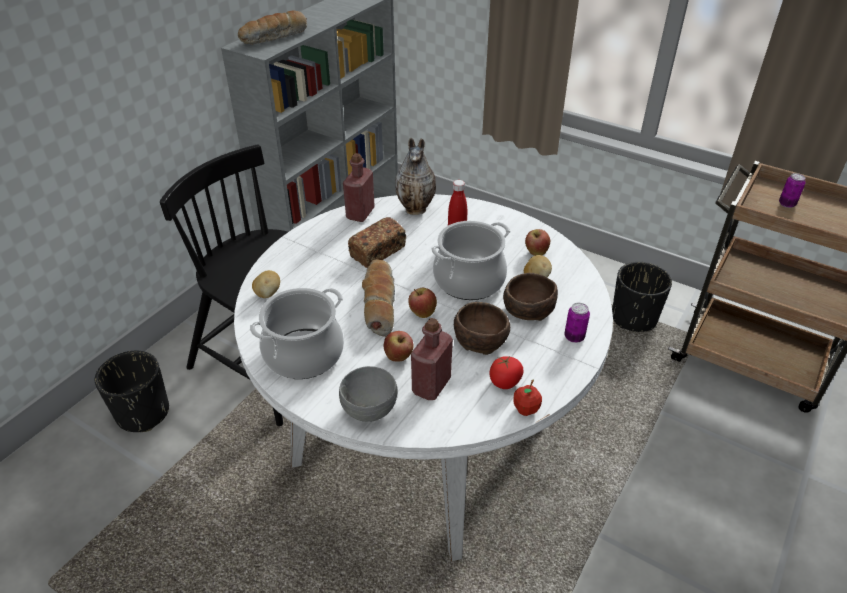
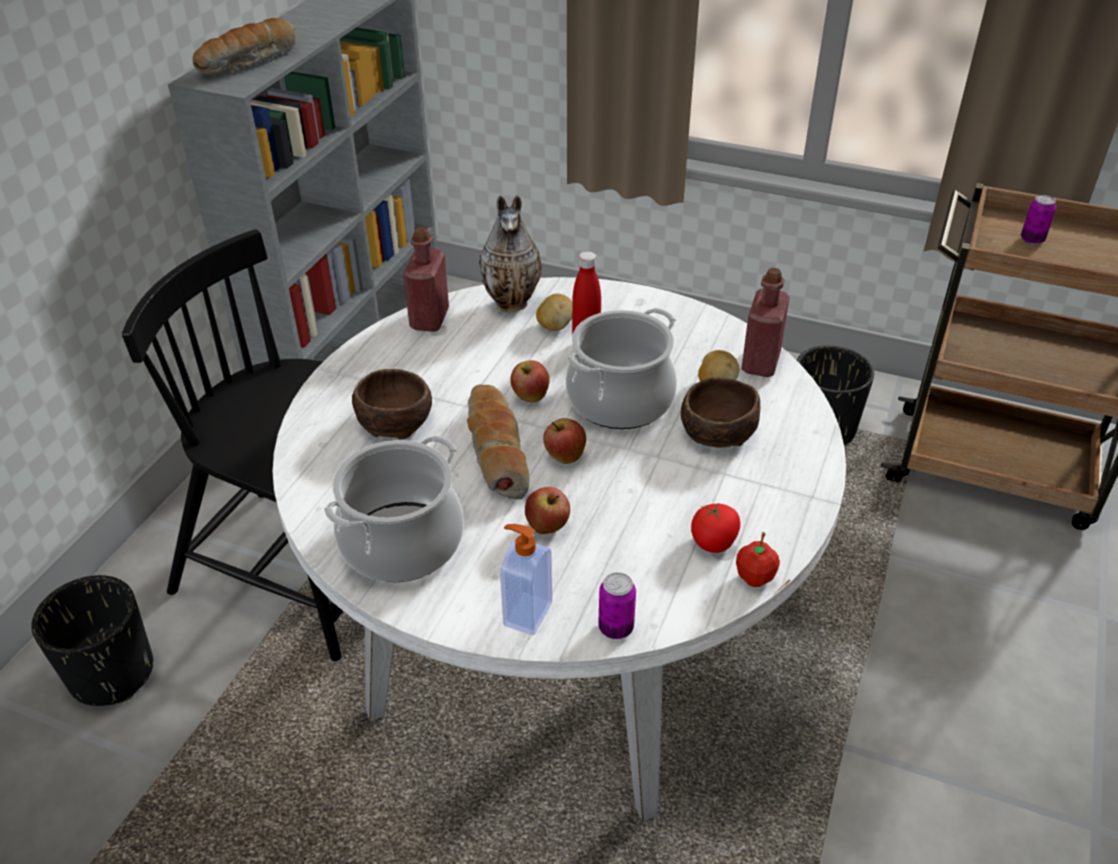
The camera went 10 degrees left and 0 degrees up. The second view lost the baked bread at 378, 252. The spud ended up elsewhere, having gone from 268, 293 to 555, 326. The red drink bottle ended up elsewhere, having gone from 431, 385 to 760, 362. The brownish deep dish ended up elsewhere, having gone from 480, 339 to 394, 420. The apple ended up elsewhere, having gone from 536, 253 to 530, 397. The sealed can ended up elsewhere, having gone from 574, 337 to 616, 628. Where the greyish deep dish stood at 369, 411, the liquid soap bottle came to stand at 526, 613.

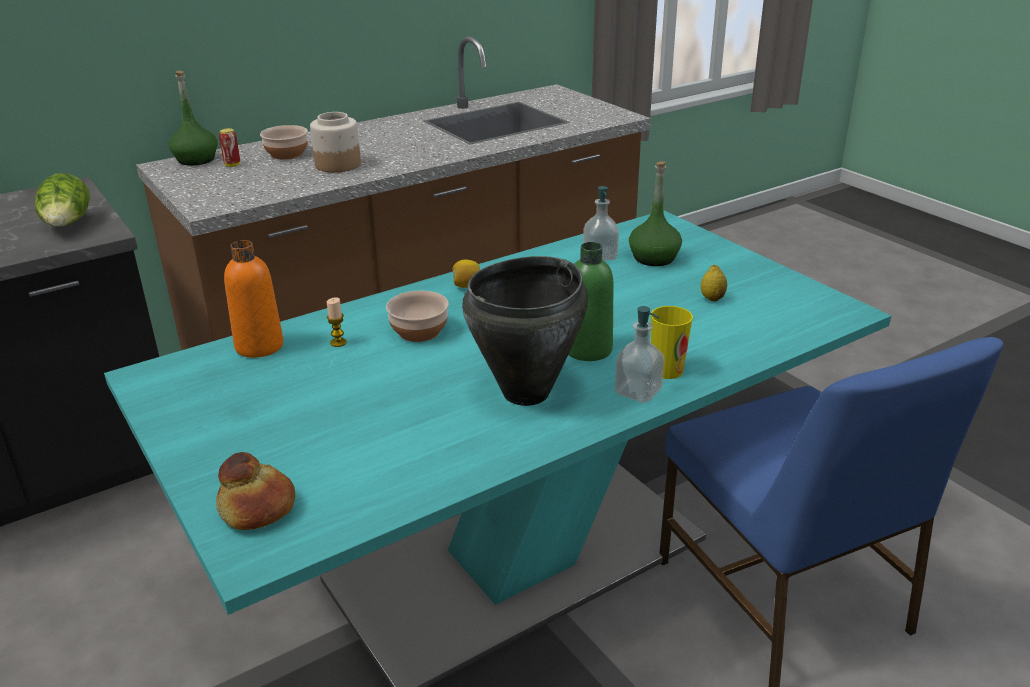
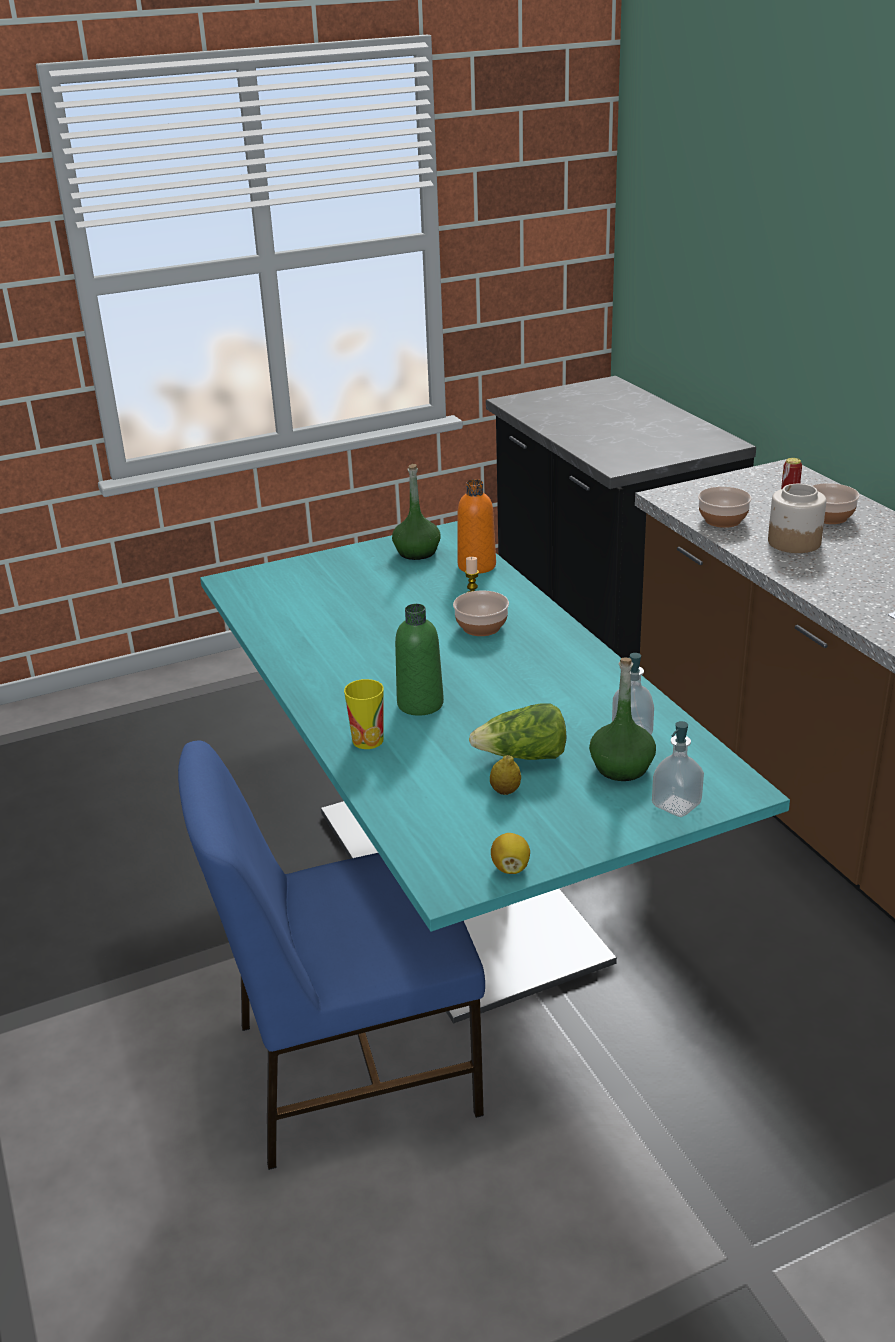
The camera went 100 degrees right and 0 degrees up. The second view lost the baked bread at 257, 509. The second view lost the blackish cooking pot at 527, 393. The second view gained the deep dish at 722, 520. The head of lettuce ended up elsewhere, having gone from 68, 225 to 523, 757. The green drink bottle ended up elsewhere, having gone from 196, 160 to 417, 552. The lemon ended up elsewhere, having gone from 467, 286 to 510, 867. The liquid soap bottle ended up elsewhere, having gone from 638, 392 to 676, 805.

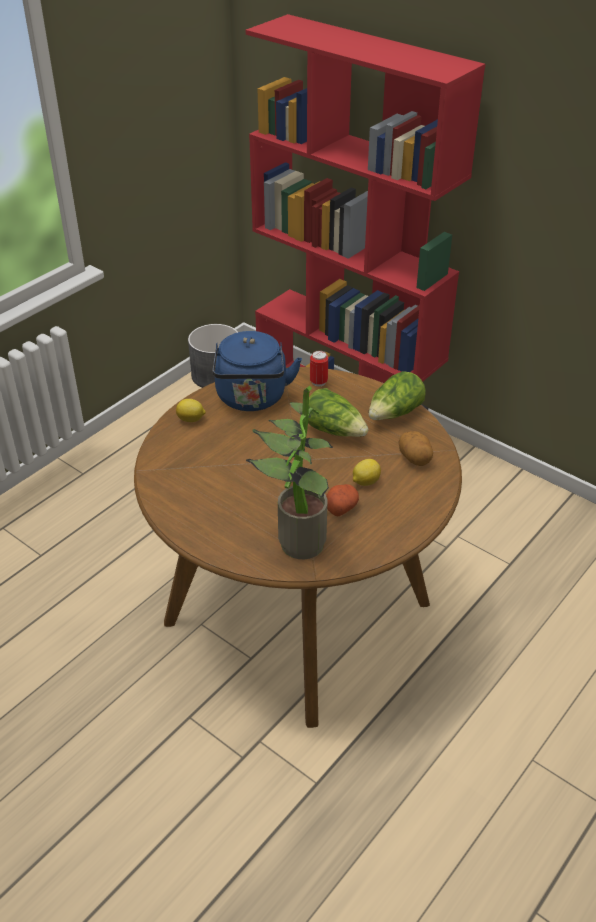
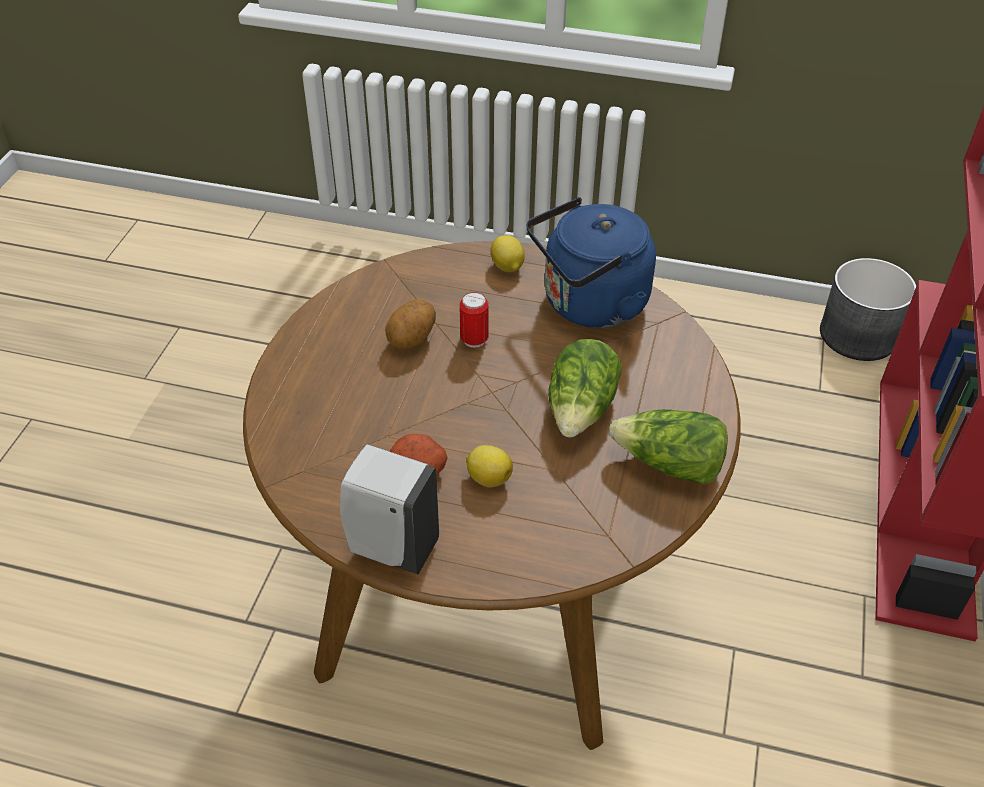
The camera went 65 degrees right and 5 degrees up. The second view lost the potted plant at 294, 542. The second view gained the white liquid soap bottle at 391, 546. The sealed can ended up elsewhere, having gone from 318, 382 to 474, 340. The spud ended up elsewhere, having gone from 415, 459 to 412, 340.

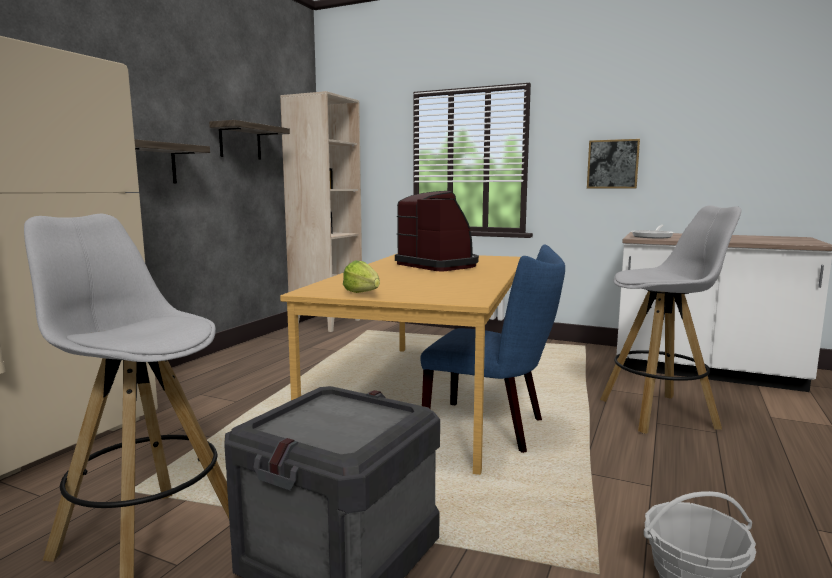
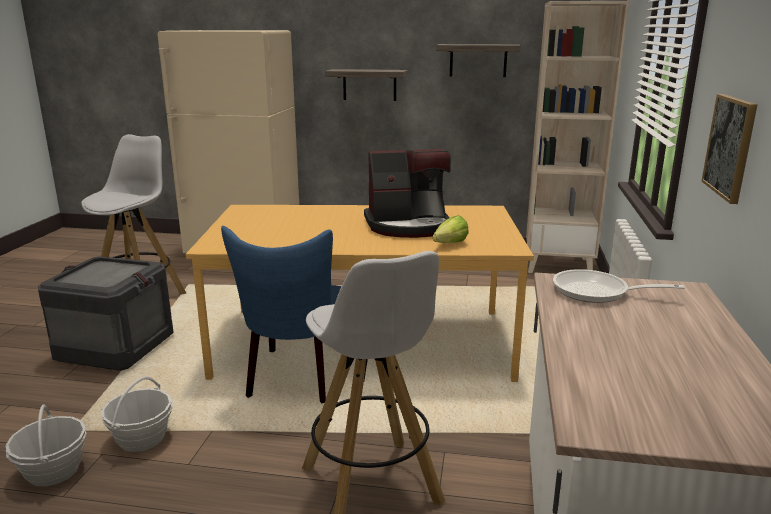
The camera went 75 degrees right and 10 degrees up. The second view gained the storage basket at 142, 438. The head of lettuce ended up elsewhere, having gone from 364, 294 to 447, 245. The coffee brewer at 439, 265 ended up facing another way, 45 degrees clockwise from before.

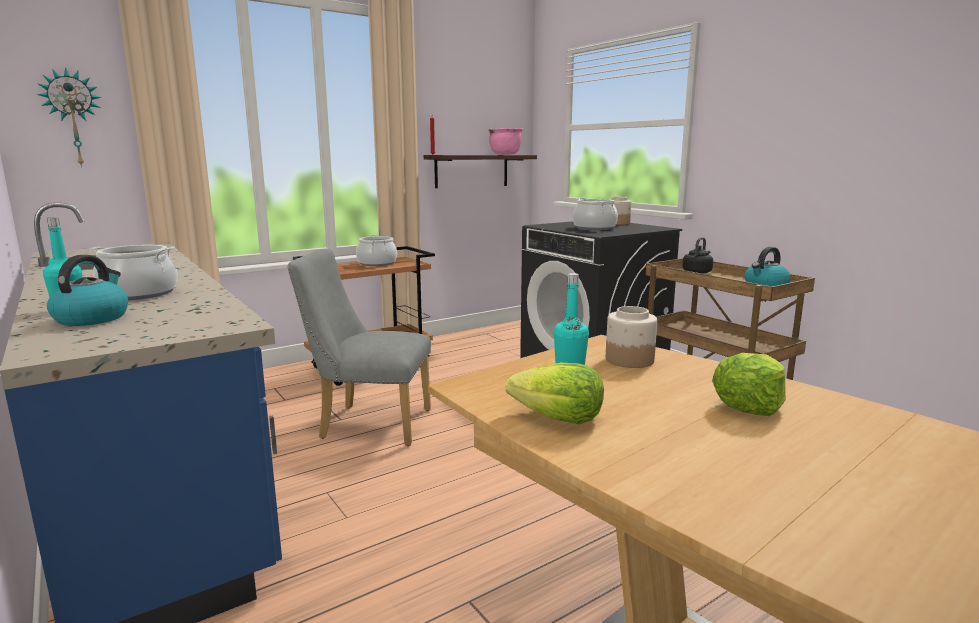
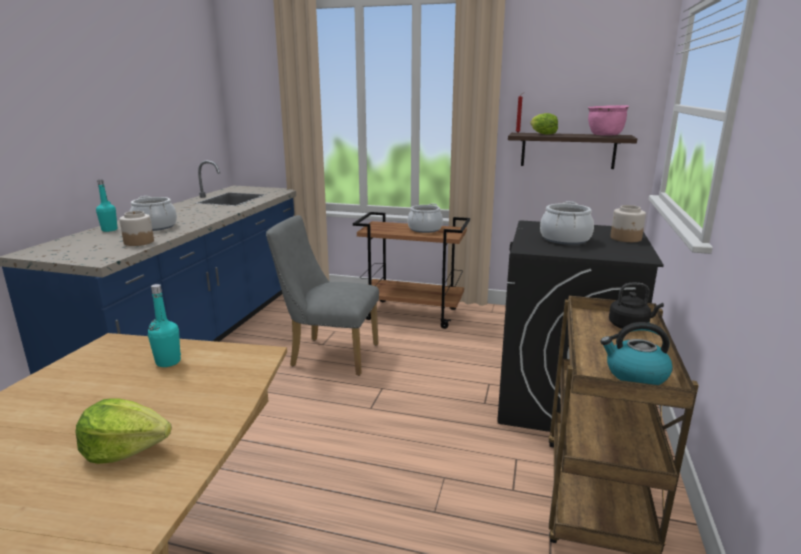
The camera went 50 degrees right and 5 degrees up. The second view lost the hanging clock at 73, 118. The second view lost the tea kettle at 92, 318. The head of lettuce ended up elsewhere, having gone from 558, 418 to 542, 134. The storage jar ended up elsewhere, having gone from 628, 360 to 139, 242. The greyish plain chair at 368, 424 ended up facing another way, 45 degrees counterclockwise from before.

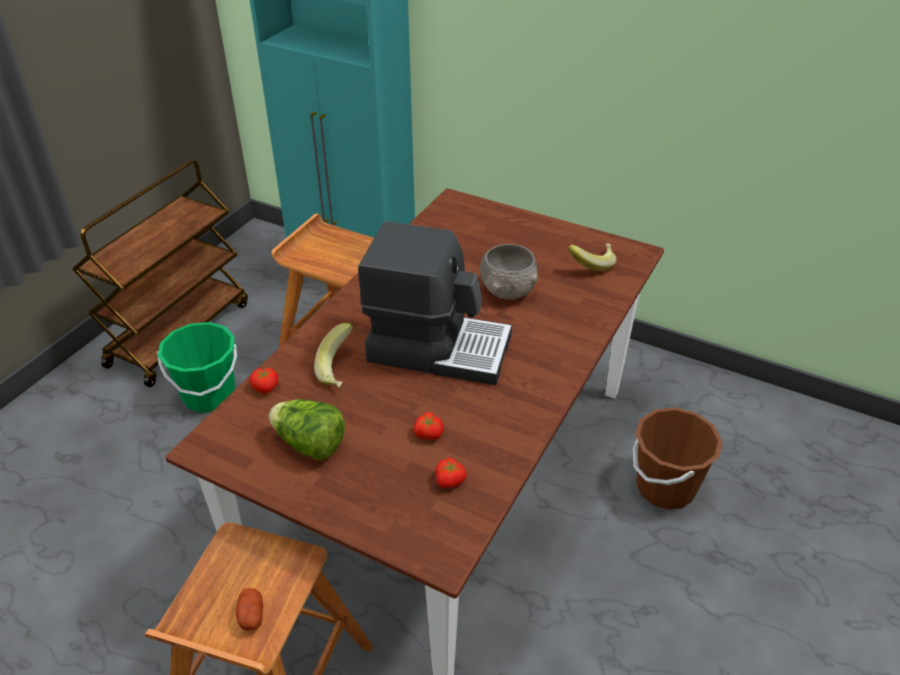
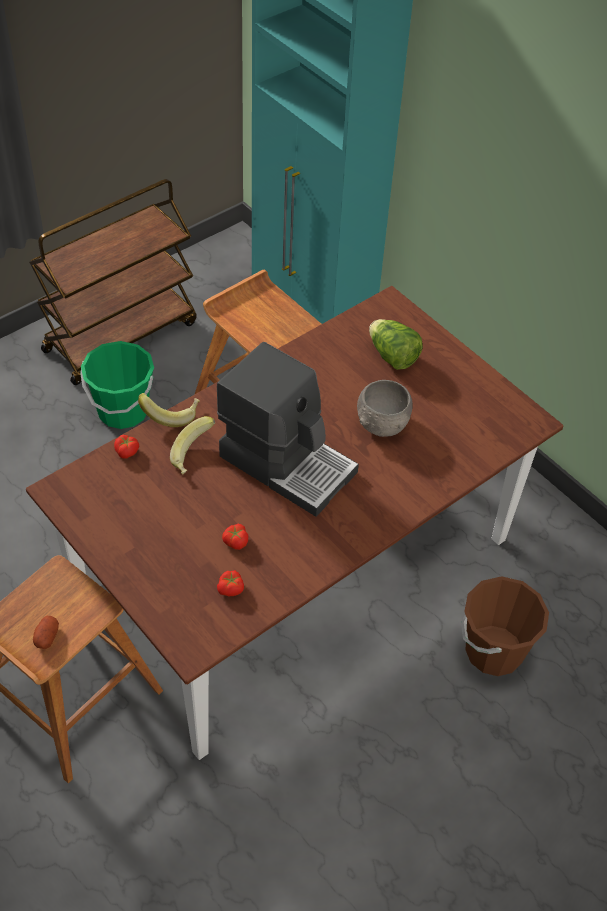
The camera went 20 degrees right and 10 degrees up. The head of lettuce ended up elsewhere, having gone from 309, 444 to 392, 356. The whole banana ended up elsewhere, having gone from 591, 264 to 171, 414.

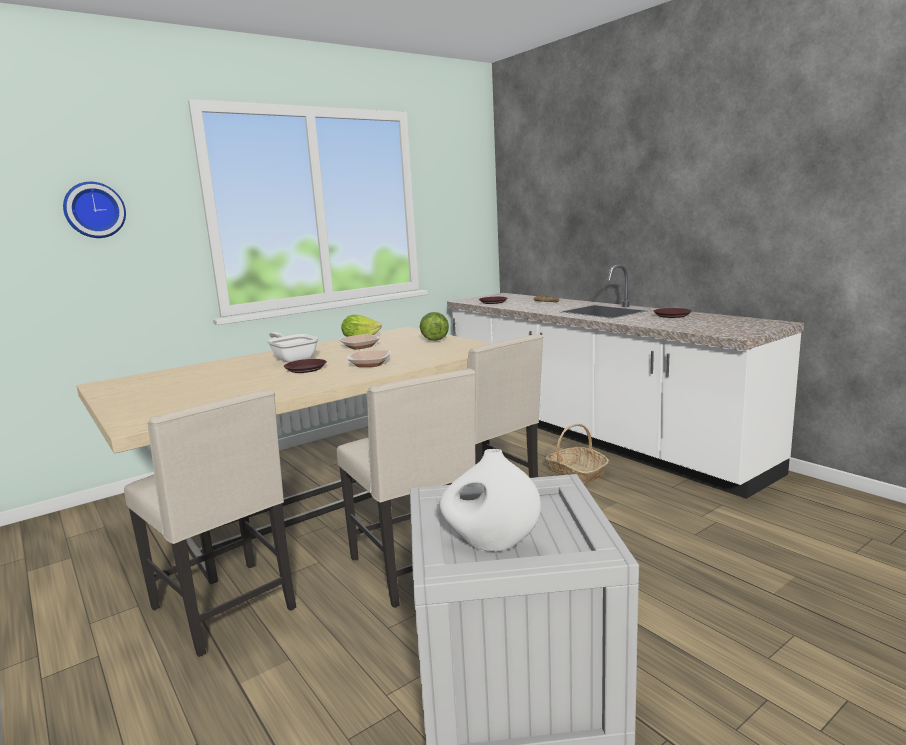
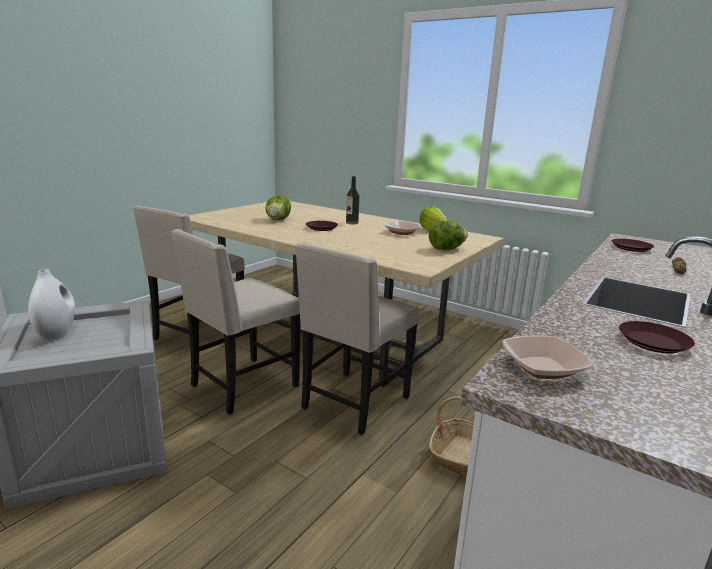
The camera went 70 degrees right and 5 degrees up. The second view lost the hanging clock at 94, 210. The second view gained the head of lettuce at 278, 220. The deep dish ended up elsewhere, having gone from 370, 364 to 542, 368. Where the pan stood at 293, 359, the drink bottle came to stand at 352, 223.

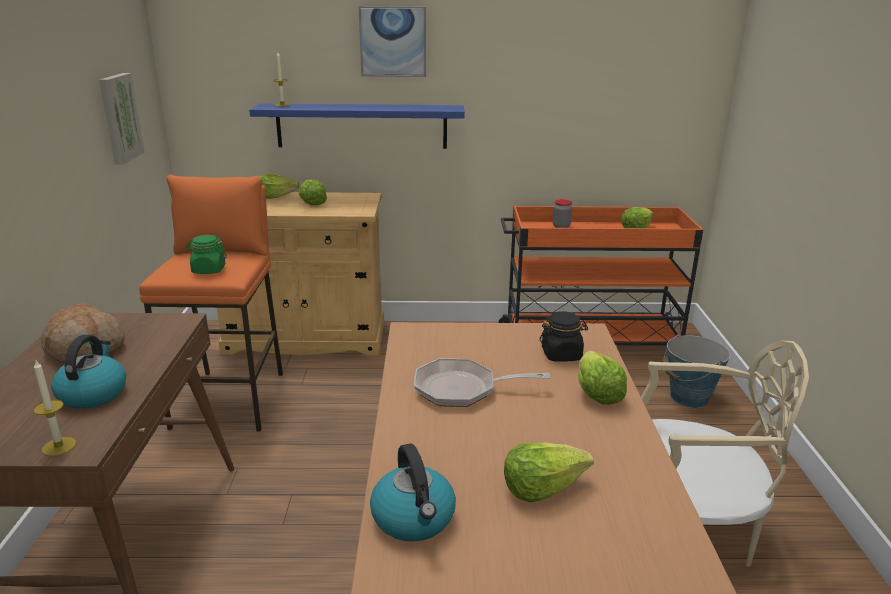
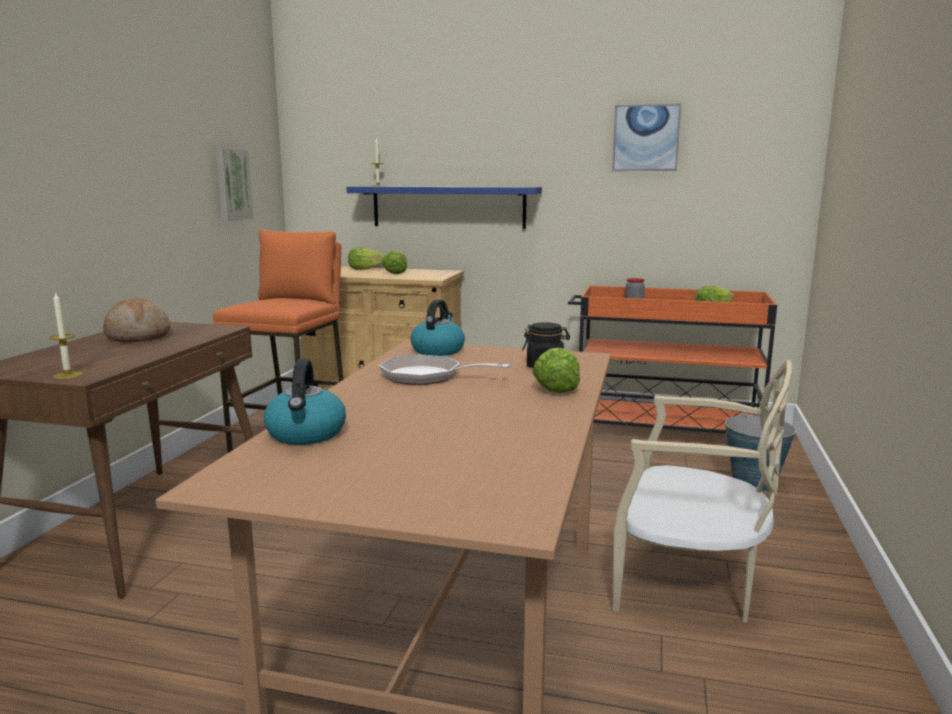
The camera went 15 degrees right and 10 degrees down. The second view lost the green storage jar at 208, 270. The second view lost the head of lettuce at 542, 487. The tea kettle ended up elsewhere, having gone from 93, 393 to 438, 350. The wall art ended up elsewhere, having gone from 393, 41 to 646, 138.

